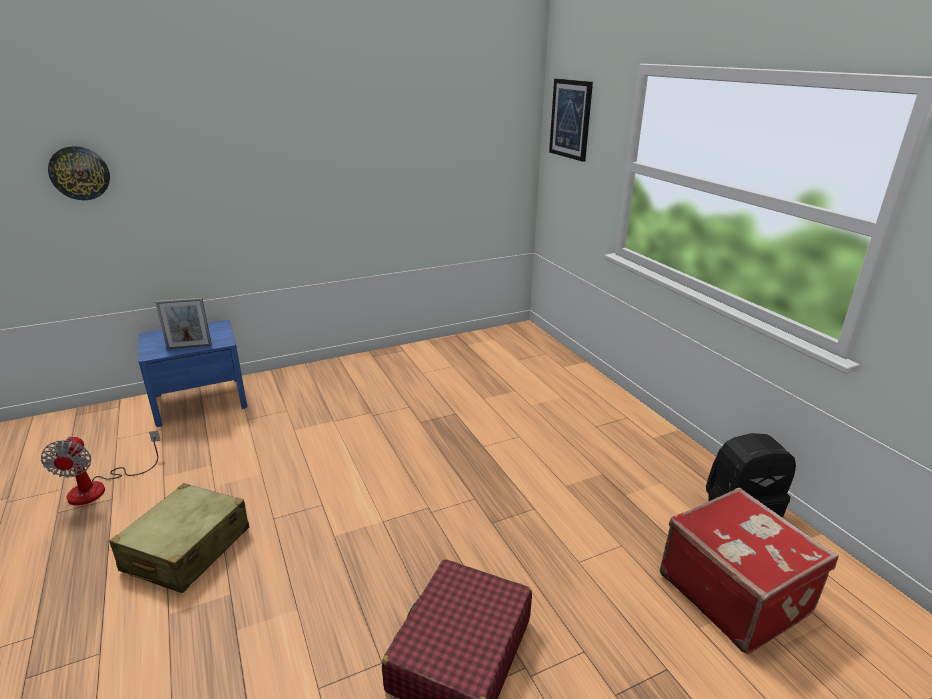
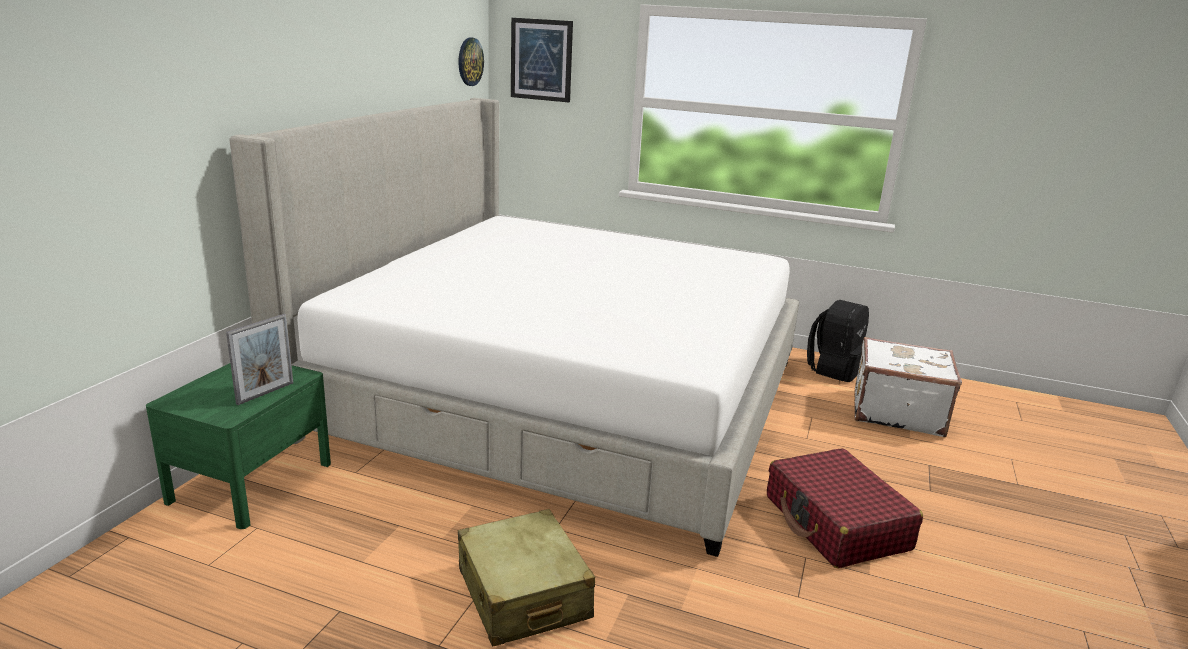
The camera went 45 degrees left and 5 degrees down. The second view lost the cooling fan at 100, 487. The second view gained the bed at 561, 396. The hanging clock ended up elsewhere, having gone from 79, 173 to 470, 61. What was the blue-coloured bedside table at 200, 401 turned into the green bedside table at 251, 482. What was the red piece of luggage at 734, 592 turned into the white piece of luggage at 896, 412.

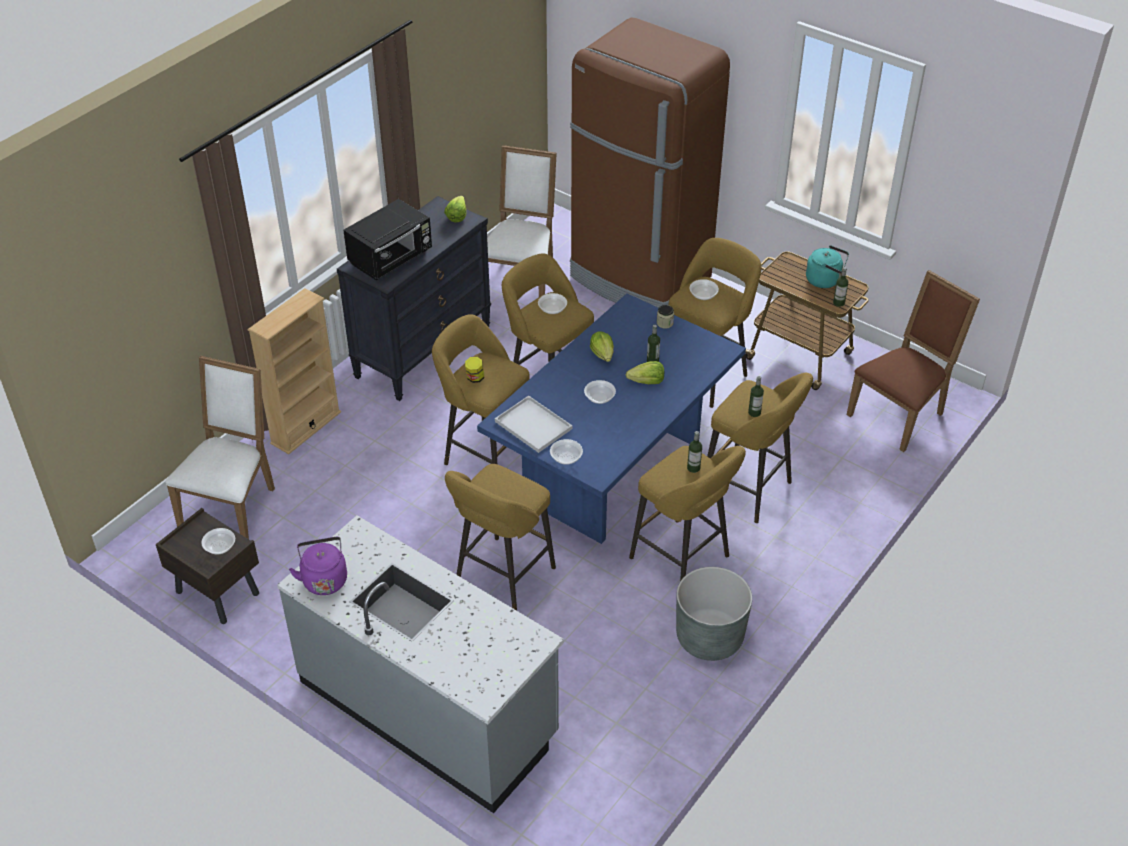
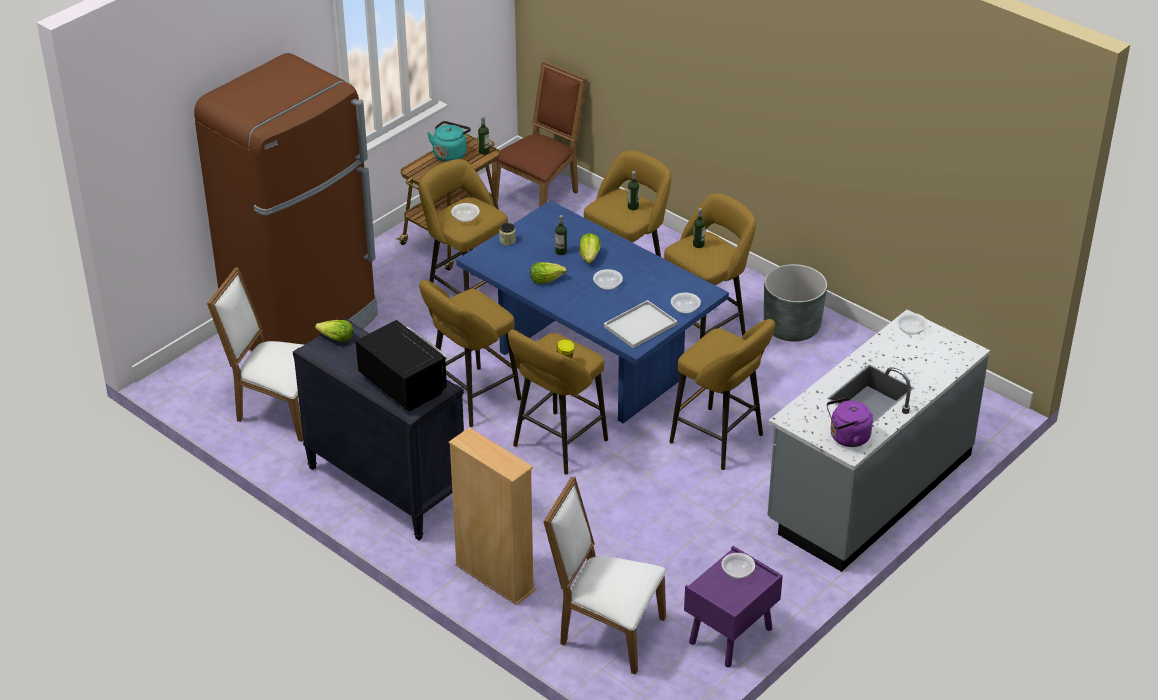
The camera went 85 degrees left and 5 degrees down. The deep dish ended up elsewhere, having gone from 552, 309 to 911, 329. What was the brownish bedside table at 216, 593 turned into the purplish bedside table at 730, 636. The brownish plain chair at 901, 413 ended up facing another way, 75 degrees clockwise from before.

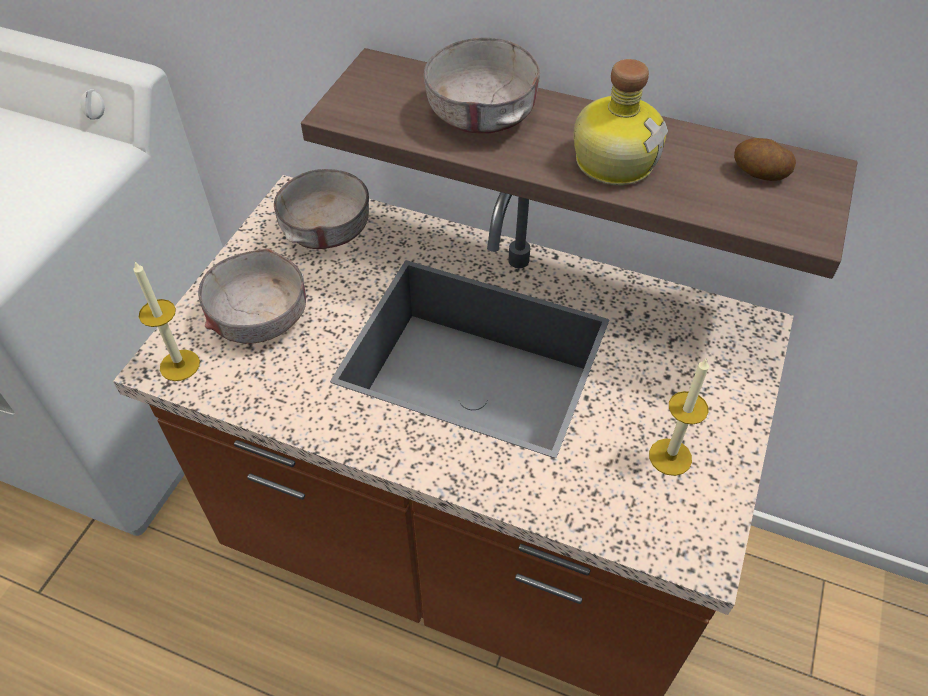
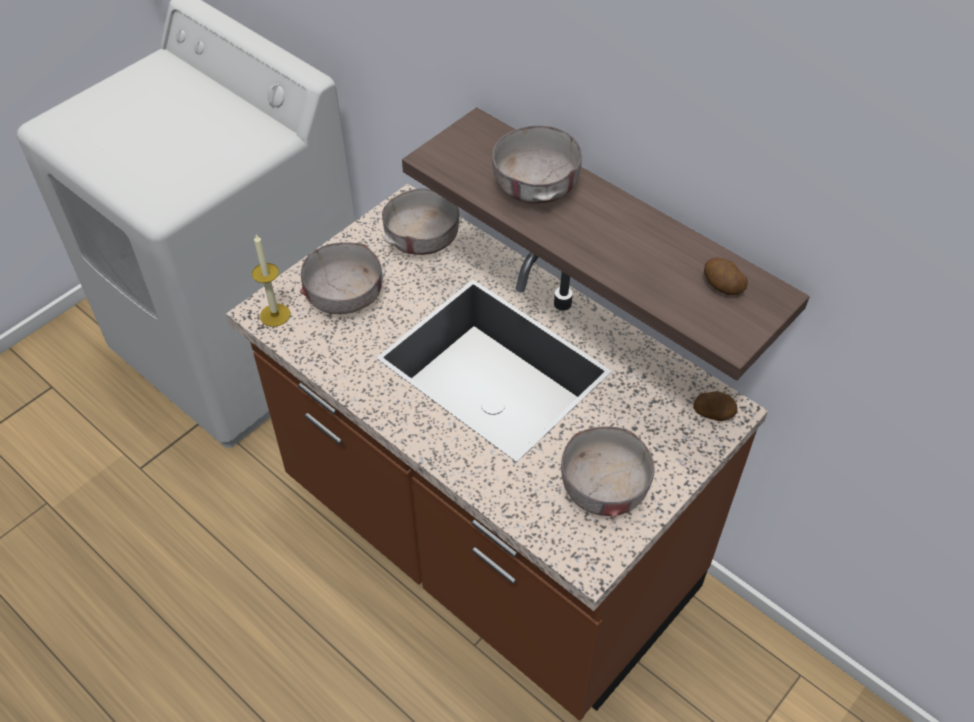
The camera went 20 degrees right and 0 degrees up. The second view lost the drink bottle at 613, 160. The second view gained the spud at 713, 412. Where the wax light stood at 670, 457, the greyish deep dish came to stand at 603, 487.

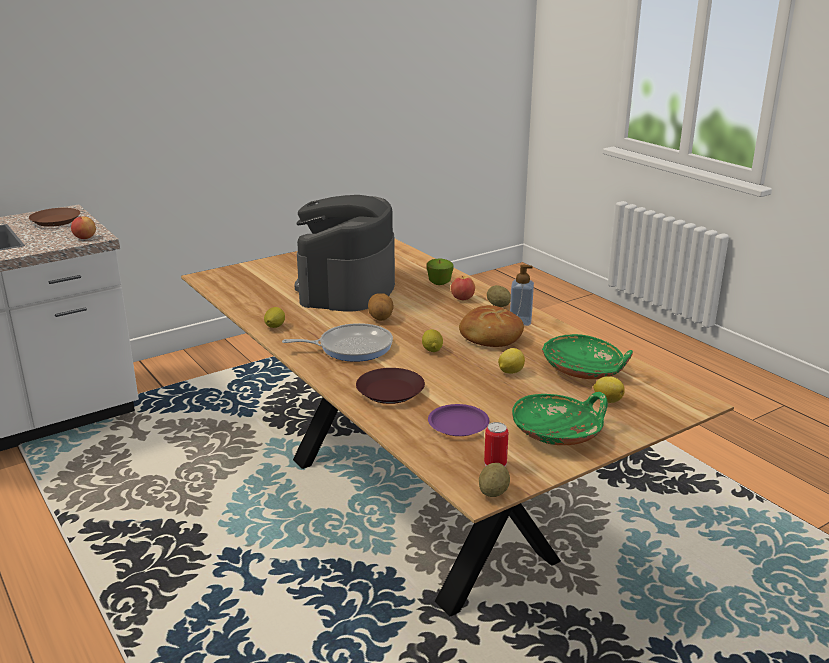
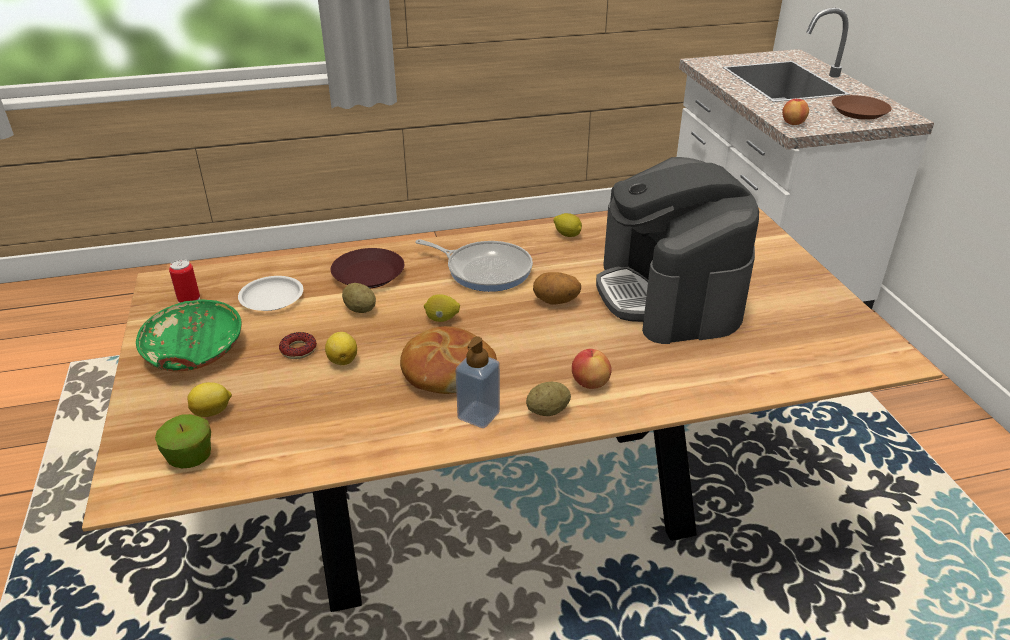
The camera went 110 degrees right and 10 degrees up. The second view lost the green deep dish at 584, 370. The second view gained the ring doughnut at 298, 350. The apple ended up elsewhere, having gone from 439, 282 to 190, 458. The spud ended up elsewhere, having gone from 493, 492 to 360, 309. What was the purplish flat dish at 457, 424 turned into the white flat dish at 272, 297. The pan at 351, 347 ended up facing another way, 75 degrees counterclockwise from before. The coffee brewer at 347, 288 ended up facing another way, 135 degrees counterclockwise from before.

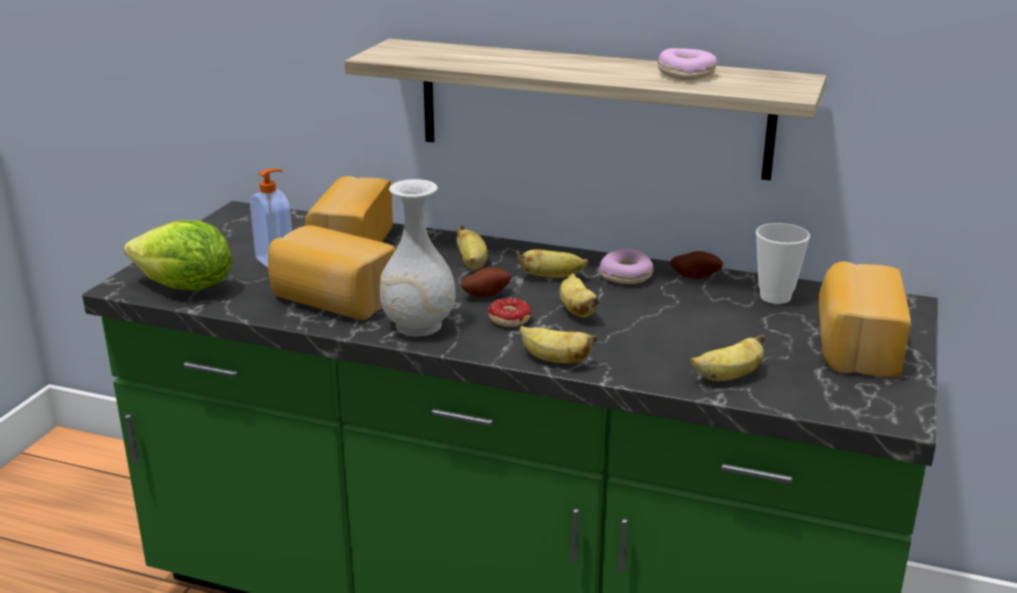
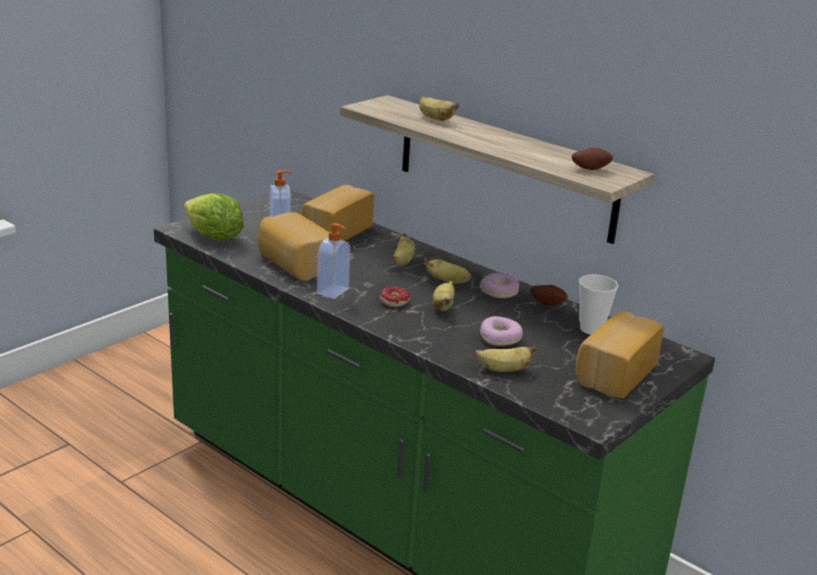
The camera went 20 degrees right and 0 degrees up. The spud ended up elsewhere, having gone from 485, 294 to 590, 168. The whole banana ended up elsewhere, having gone from 554, 360 to 435, 118. The ring doughnut ended up elsewhere, having gone from 685, 74 to 500, 338. Where the white decorative vase stood at 418, 325, the liquid soap bottle came to stand at 334, 292.

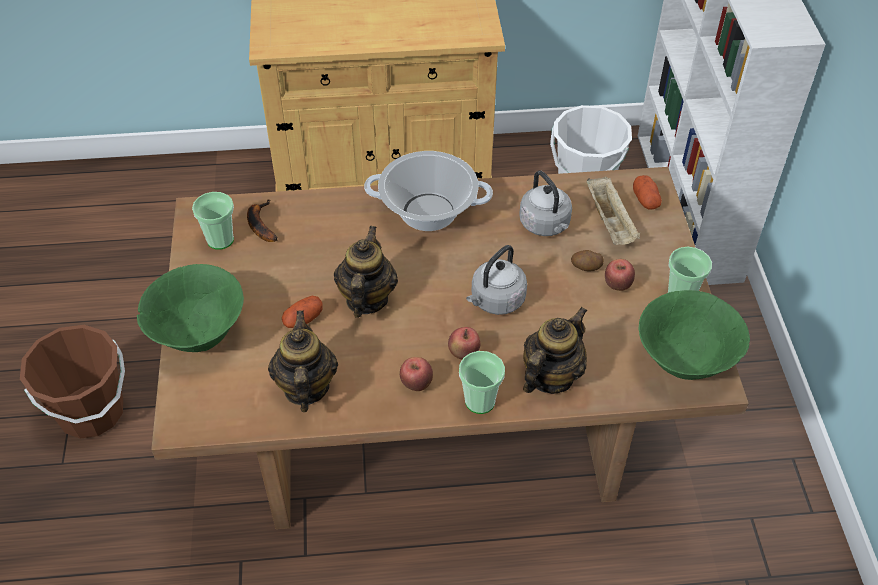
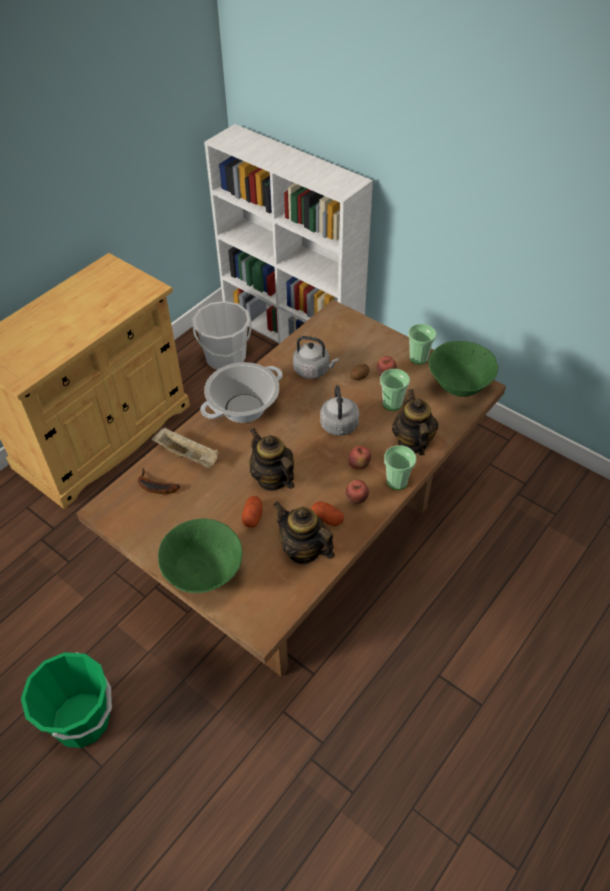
The camera went 45 degrees left and 0 degrees up. The drinking cup ended up elsewhere, having gone from 220, 240 to 392, 403. The beige-coloured tray ended up elsewhere, having gone from 610, 222 to 188, 455. The spud ended up elsewhere, having gone from 646, 200 to 327, 518. What was the brownish bucket at 91, 412 turned into the green bucket at 82, 720.

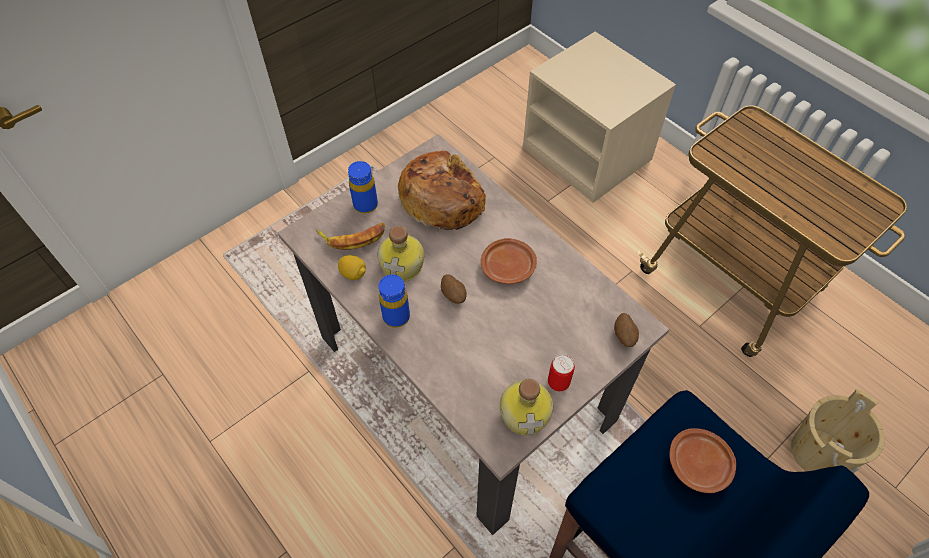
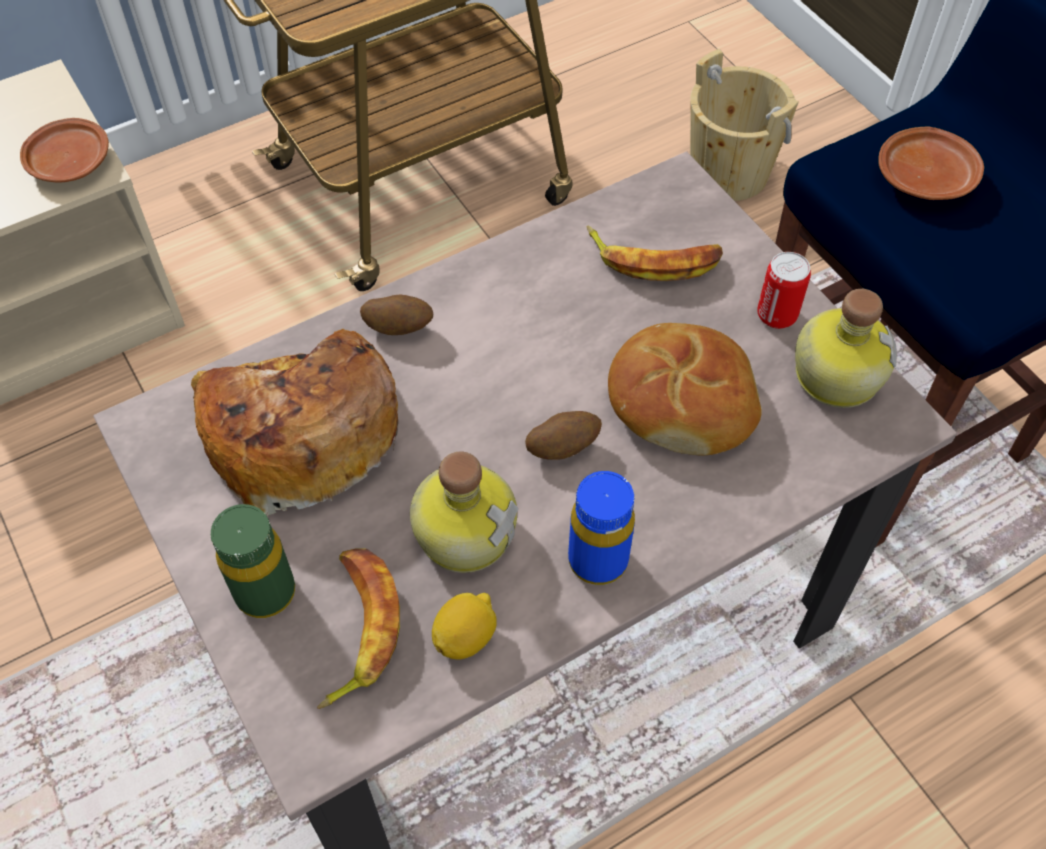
The camera went 80 degrees left and 0 degrees up. The second view gained the whole banana at 654, 259. The second view gained the baked bread at 681, 401. The brownish flat dish ended up elsewhere, having gone from 508, 267 to 70, 162. The spud ended up elsewhere, having gone from 624, 336 to 399, 328. What was the blue-coloured drink bottle at 365, 205 turned into the green drink bottle at 265, 592.

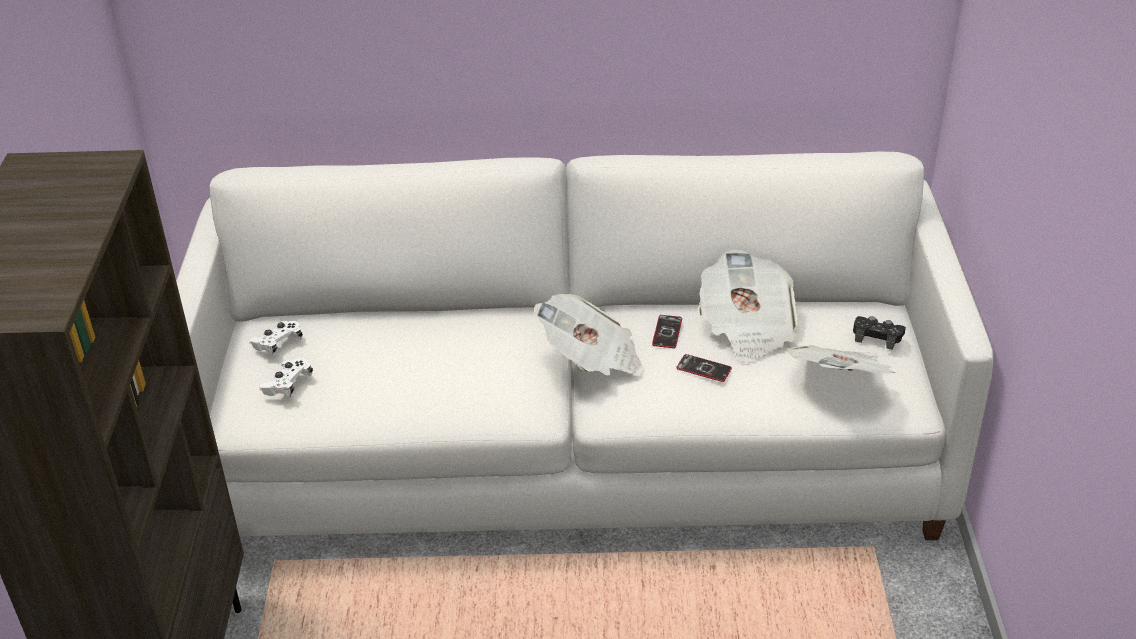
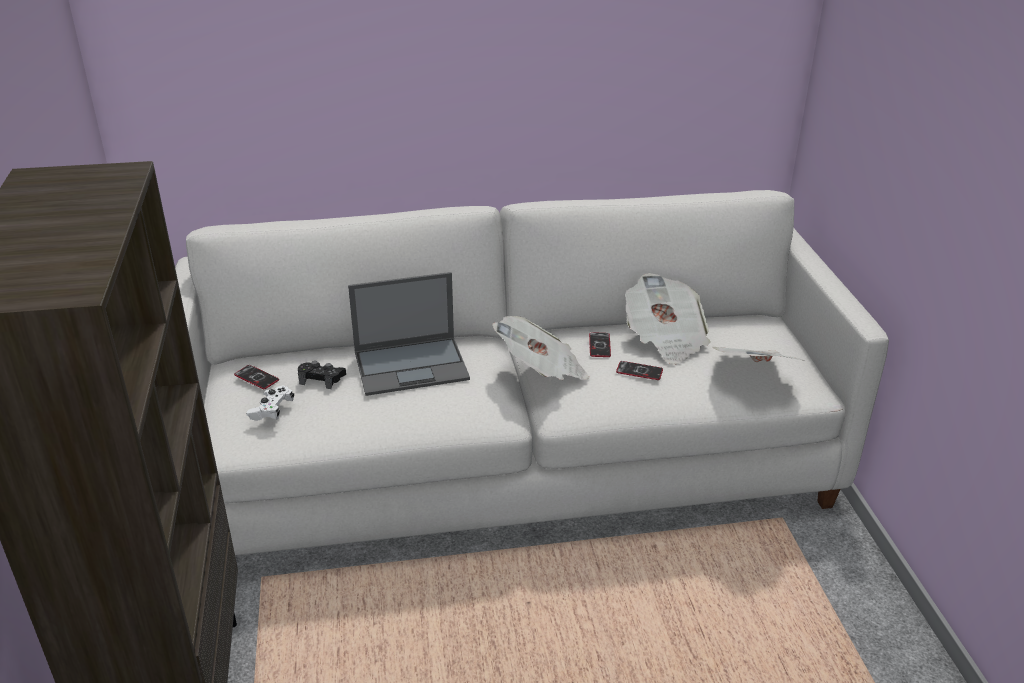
The camera went 10 degrees left and 5 degrees down. The second view gained the notebook computer at 412, 365. The blackish joypad ended up elsewhere, having gone from 877, 336 to 321, 379. Where the white joypad stood at 278, 344, the handset came to stand at 256, 378.

